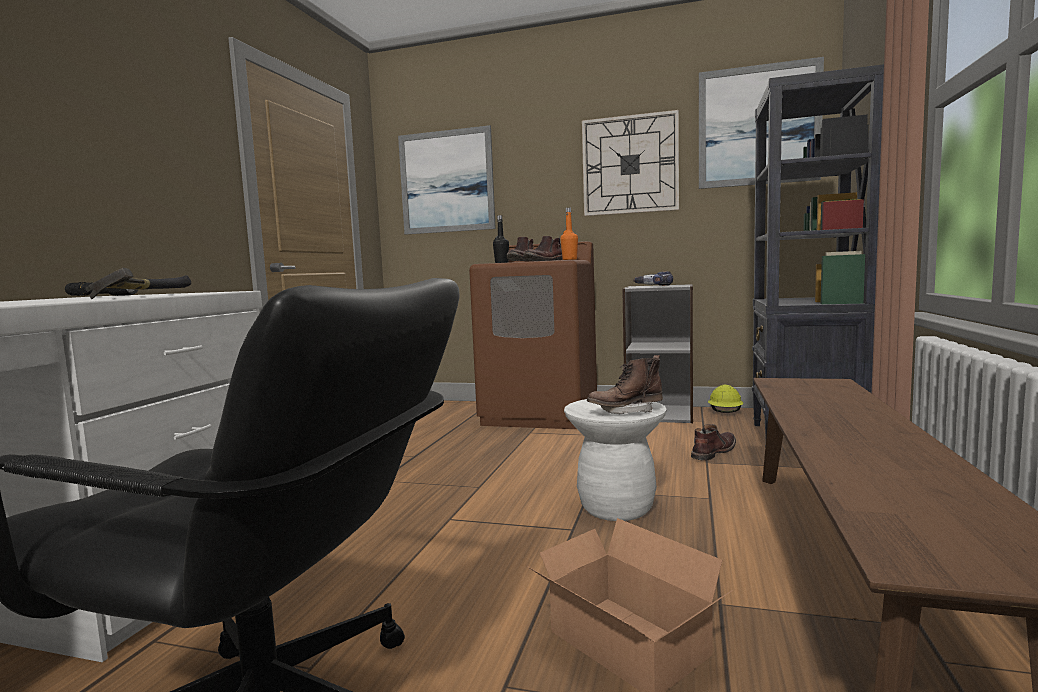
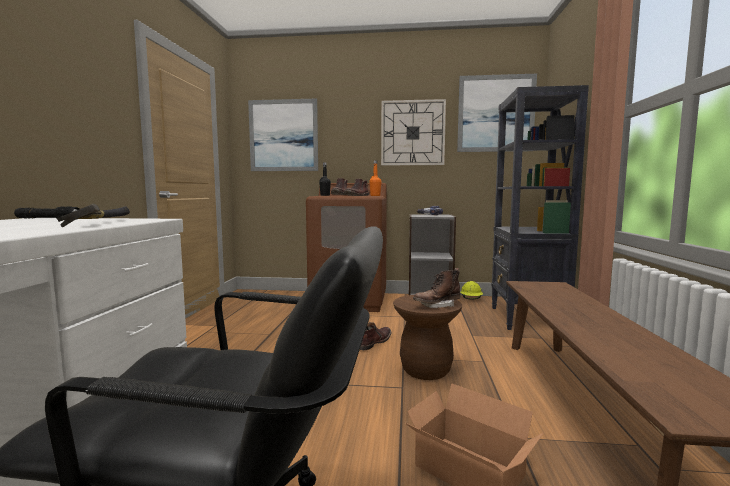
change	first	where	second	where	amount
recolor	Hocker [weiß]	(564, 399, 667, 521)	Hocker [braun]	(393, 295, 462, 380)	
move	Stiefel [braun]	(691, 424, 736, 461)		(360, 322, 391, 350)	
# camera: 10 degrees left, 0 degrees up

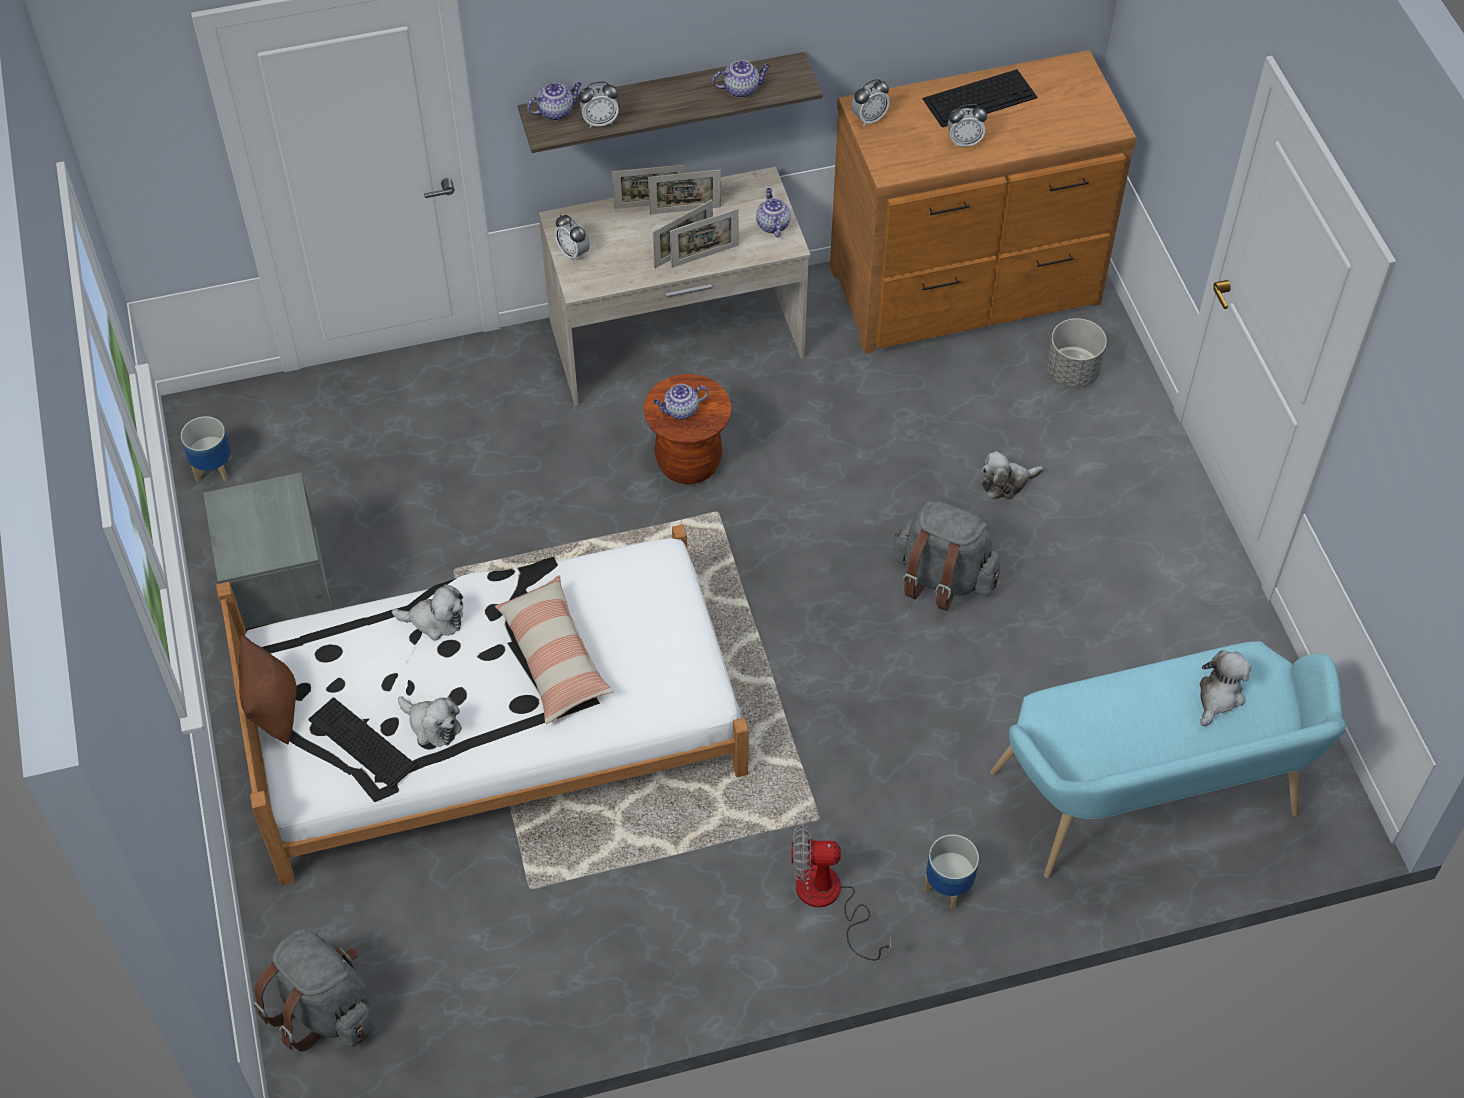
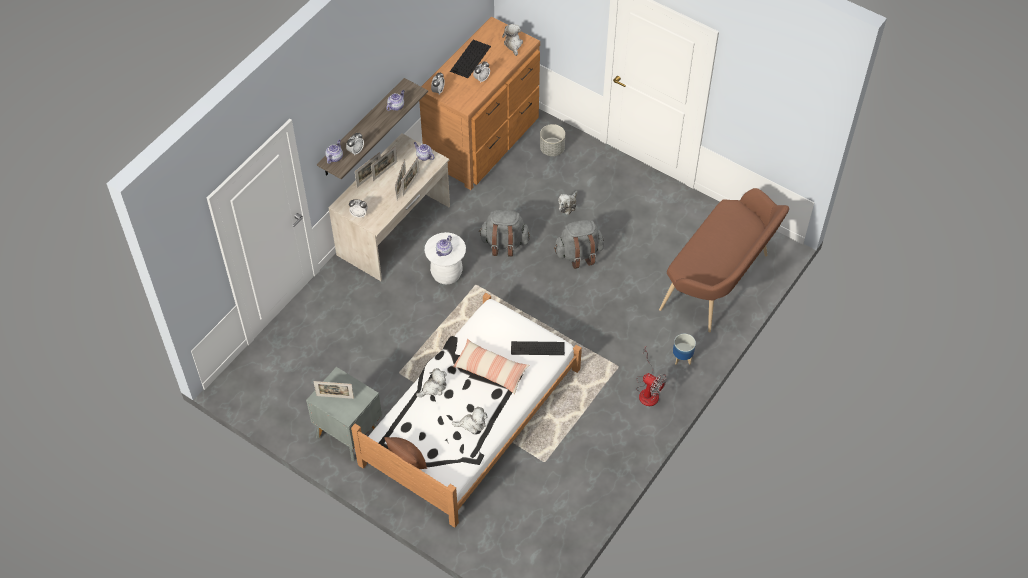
change	first	where	second	where	amount
recolor	Hocker [braun]	(644, 374, 732, 484)	Hocker [weiß]	(425, 232, 466, 284)	
delete	Pflanzkübel	(181, 416, 232, 482)			
recolor	Bank [türkis]	(990, 641, 1346, 878)	Bank [braun]	(659, 188, 789, 332)	
move	Plüschtier	(1200, 650, 1251, 726)		(502, 24, 523, 56)	
move	Tastatur	(309, 697, 417, 789)		(511, 341, 565, 355)	
rotate	Ventilator	(792, 824, 891, 961)		(636, 347, 667, 406)	105 degrees counterclockwise
move	Rucksack [grau]	(253, 929, 375, 1052)		(479, 210, 530, 257)	
insert			Bilderrahmen	(313, 381, 354, 399)	
# camera: 40 degrees left, 0 degrees up

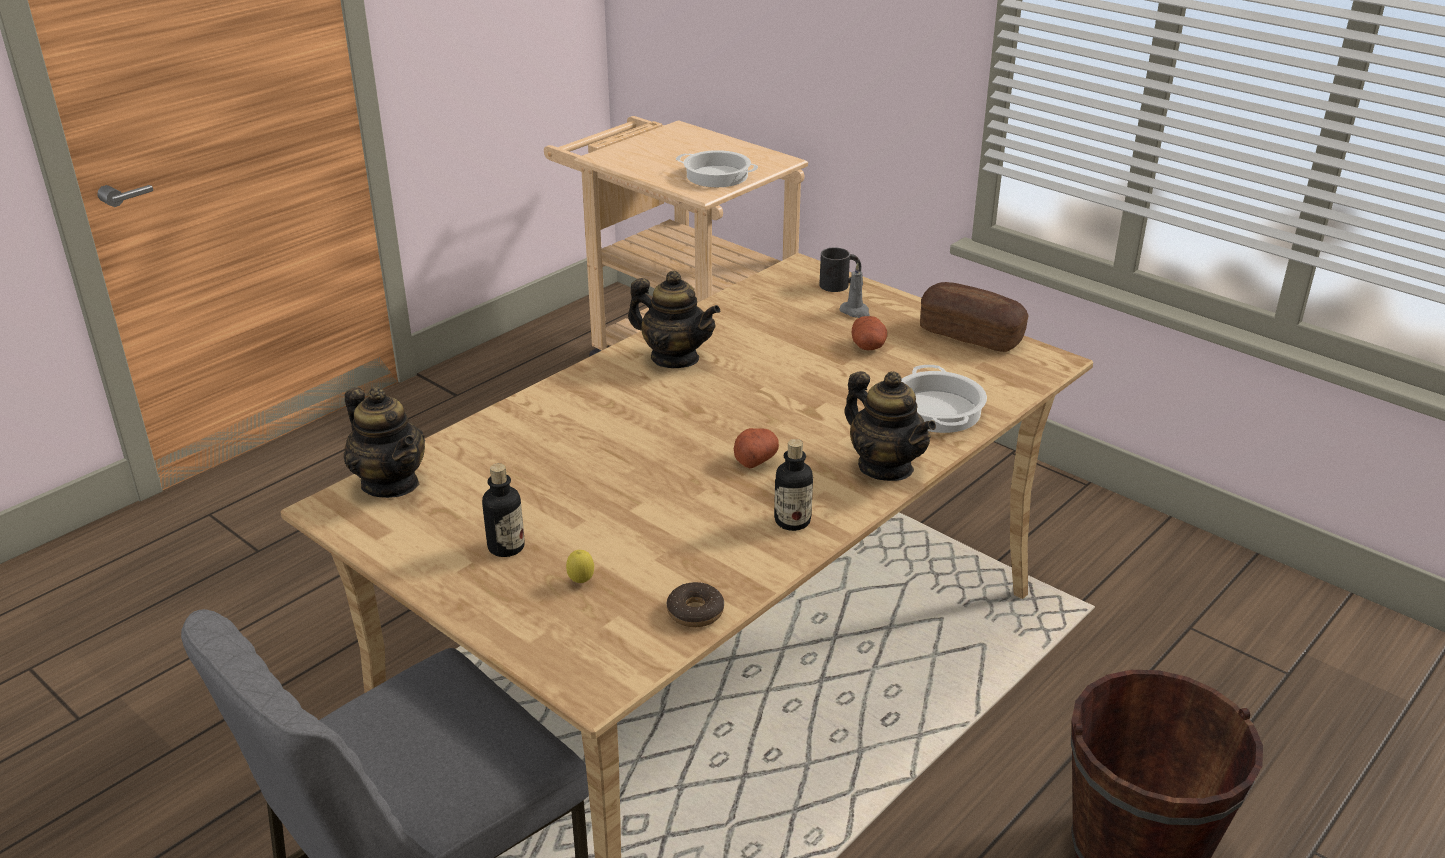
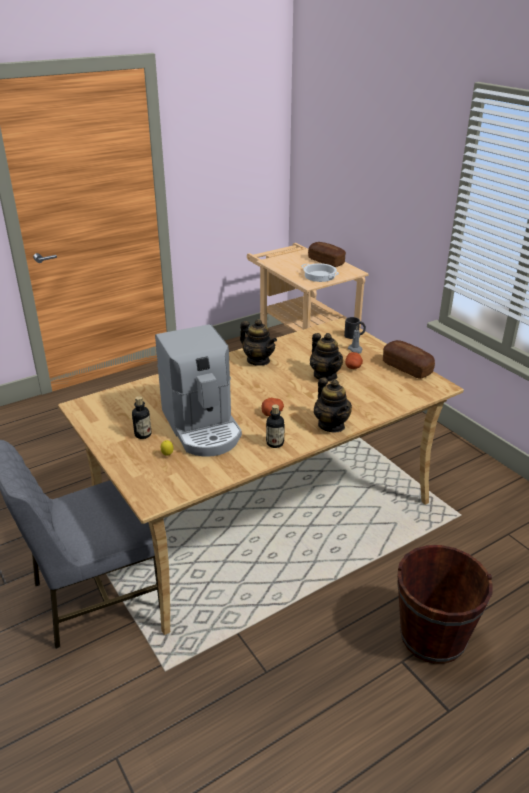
change	first	where	second	where	amount
delete	Kochtopf	(901, 365, 987, 433)			
move	Teekanne	(344, 387, 425, 498)		(310, 333, 343, 381)	
delete	Donut	(667, 582, 724, 627)			
insert			Brot	(308, 242, 346, 267)	
insert			Kaffeemaschine	(155, 324, 242, 457)	
# camera: 15 degrees right, 0 degrees up

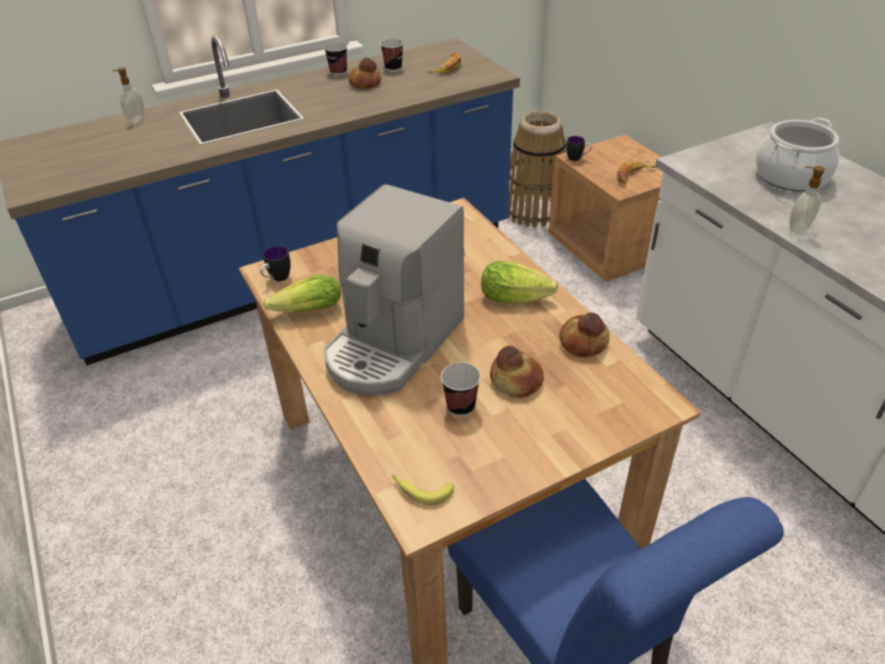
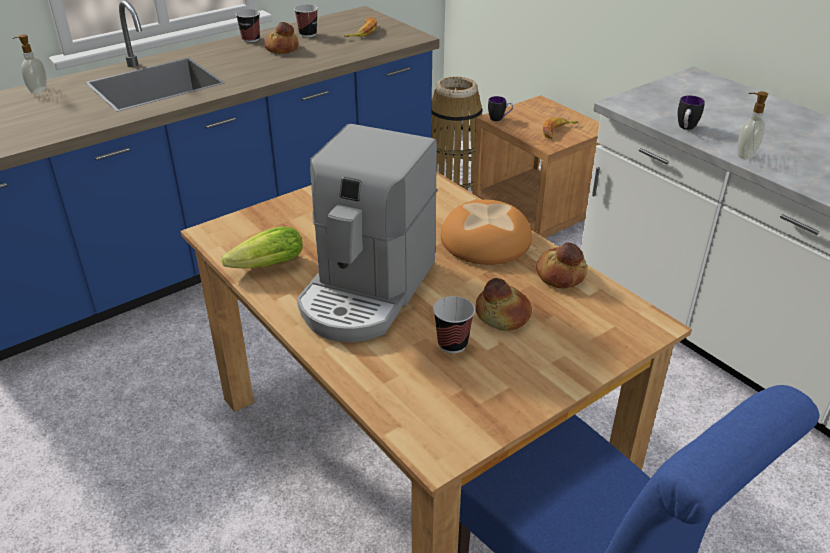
change	first	where	second	where	amount
delete	Kochtopf	(756, 117, 839, 192)			
move	Henkelbecher	(260, 246, 291, 281)		(678, 96, 705, 130)	
replace	Salatkopf	(481, 261, 558, 304)	Brot	(441, 200, 532, 265)	
delete	Banane	(391, 474, 454, 506)			
# camera: 10 degrees left, 5 degrees down

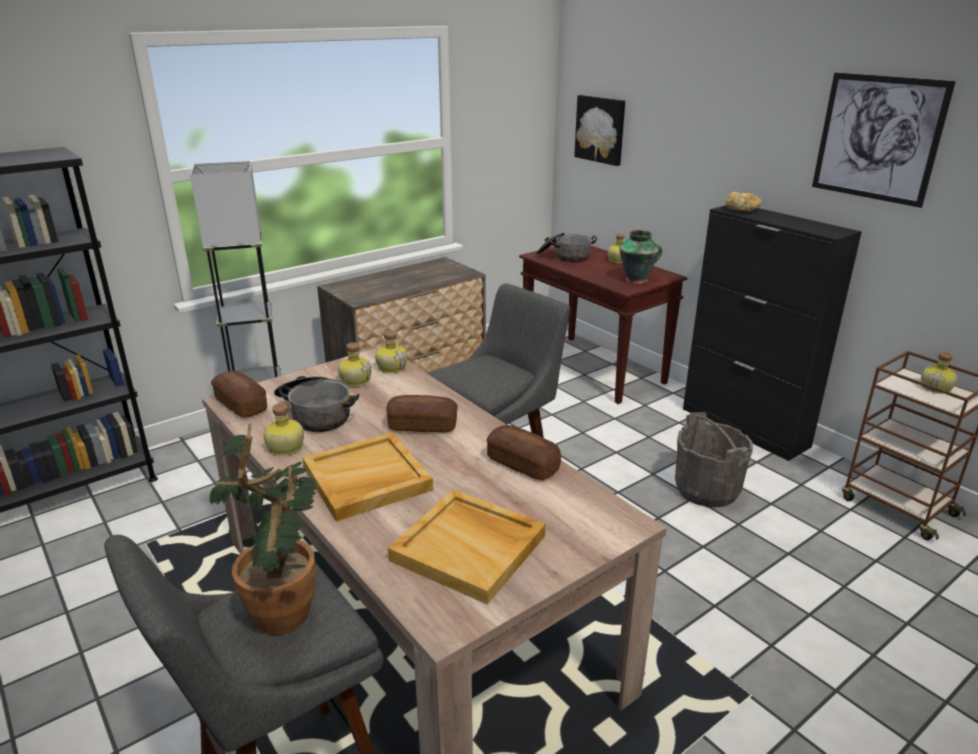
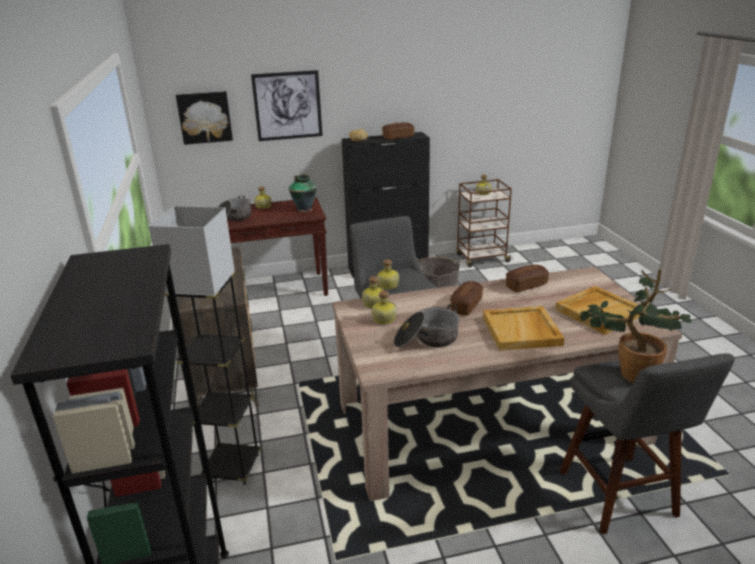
change	first	where	second	where	amount
move	Bild	(812, 73, 956, 208)		(251, 70, 323, 141)	
move	Brot	(211, 371, 267, 418)		(382, 123, 414, 139)	
move	Flasche	(264, 404, 304, 456)		(377, 259, 399, 289)	
# camera: 65 degrees left, 0 degrees up

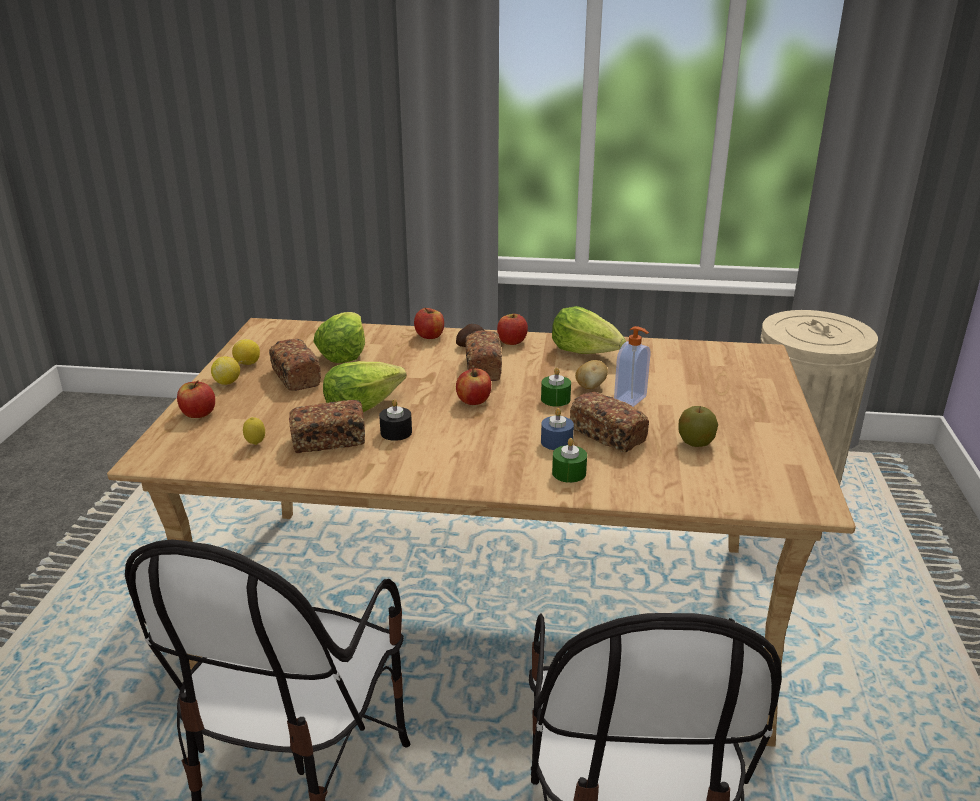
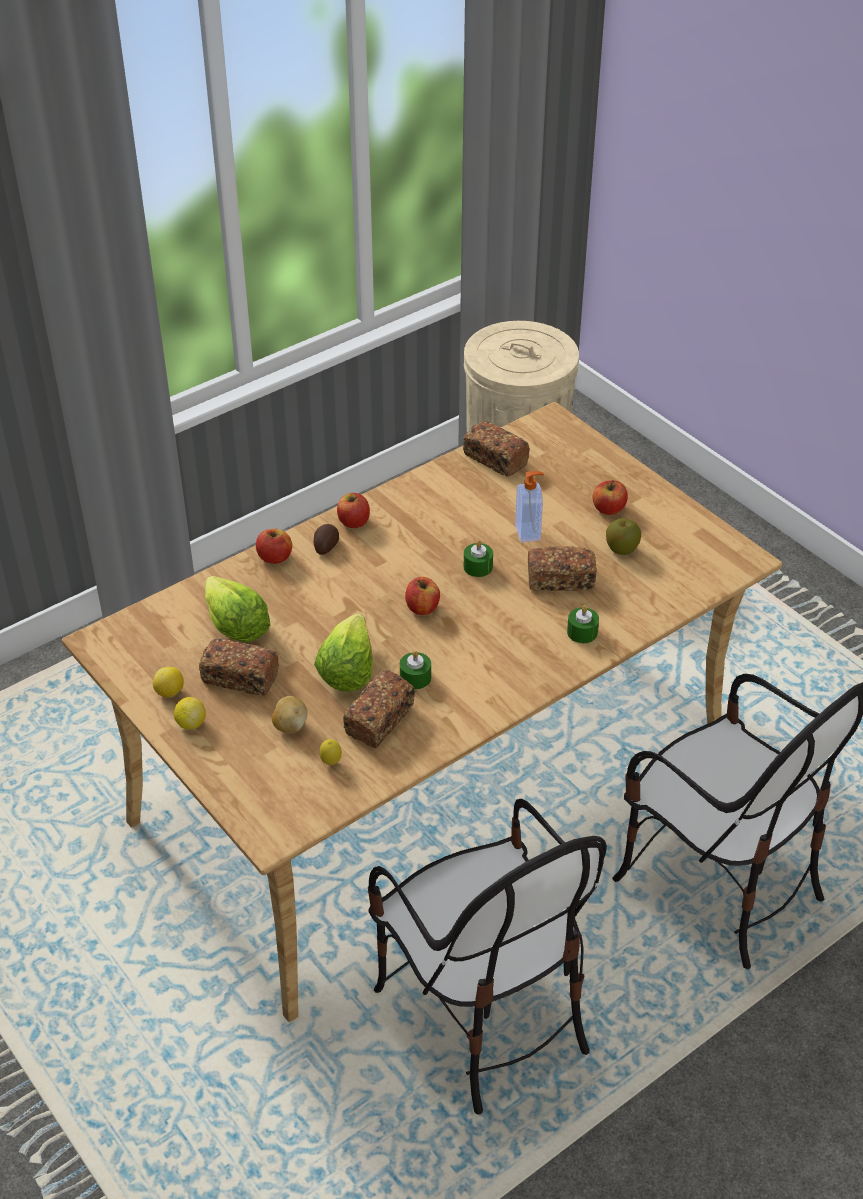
change	first	where	second	where	amount
delete	Salatkopf	(552, 306, 626, 354)			
move	Brot	(465, 331, 502, 381)		(463, 421, 530, 477)	
move	Kartoffel	(575, 360, 608, 389)		(272, 696, 307, 733)	
move	Apfel	(177, 380, 215, 418)		(593, 480, 628, 515)	
recolor	Kerze [schwarz]	(379, 399, 412, 441)	Kerze [grün]	(400, 651, 431, 689)	
delete	Kerze [blau]	(541, 408, 574, 450)			
# camera: 45 degrees left, 15 degrees up

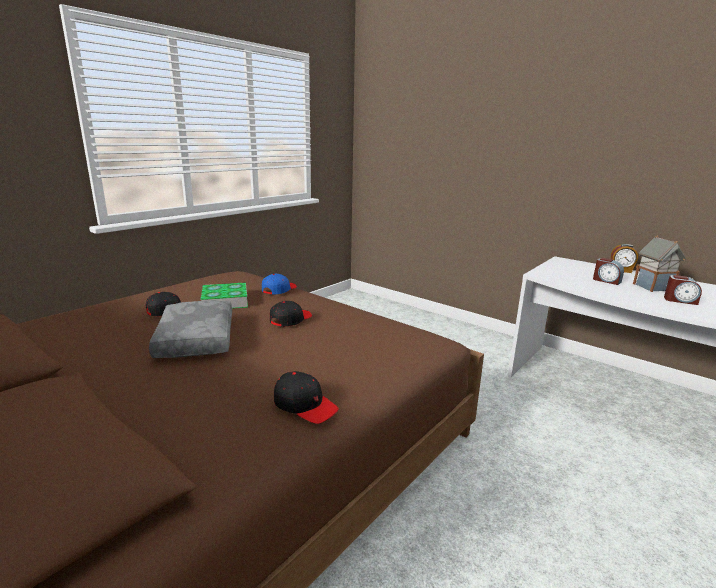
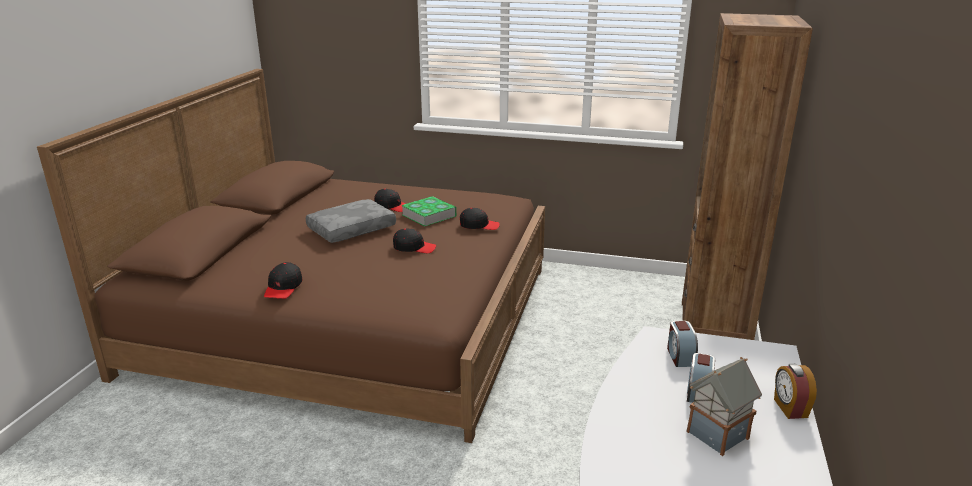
change	first	where	second	where	amount
recolor	Kappe [blau]	(262, 274, 297, 294)	Kappe [schwarz]	(460, 208, 500, 230)	
move	Wecker	(664, 275, 702, 305)		(667, 321, 698, 367)	
insert			Bücherregal [braun]	(682, 13, 813, 340)	
# camera: 65 degrees right, 5 degrees up

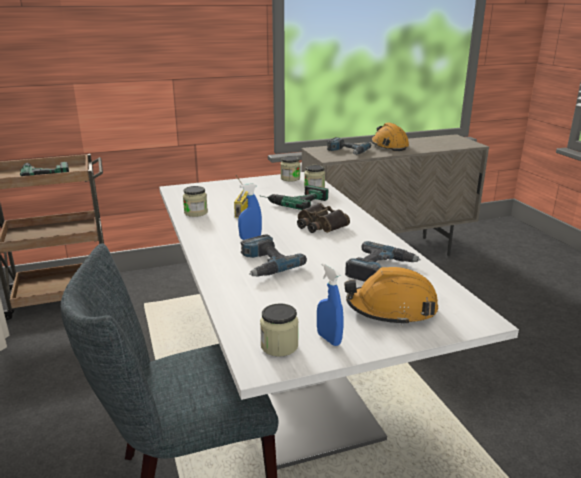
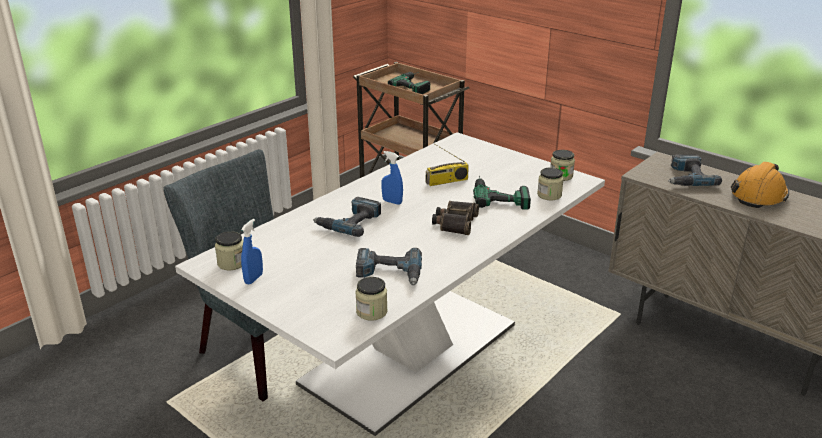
change	first	where	second	where	amount
move	Vorratsglas	(183, 186, 208, 217)		(356, 277, 387, 320)	
delete	Schutzhelm [orange]	(344, 267, 438, 326)			
# camera: 60 degrees right, 5 degrees up

